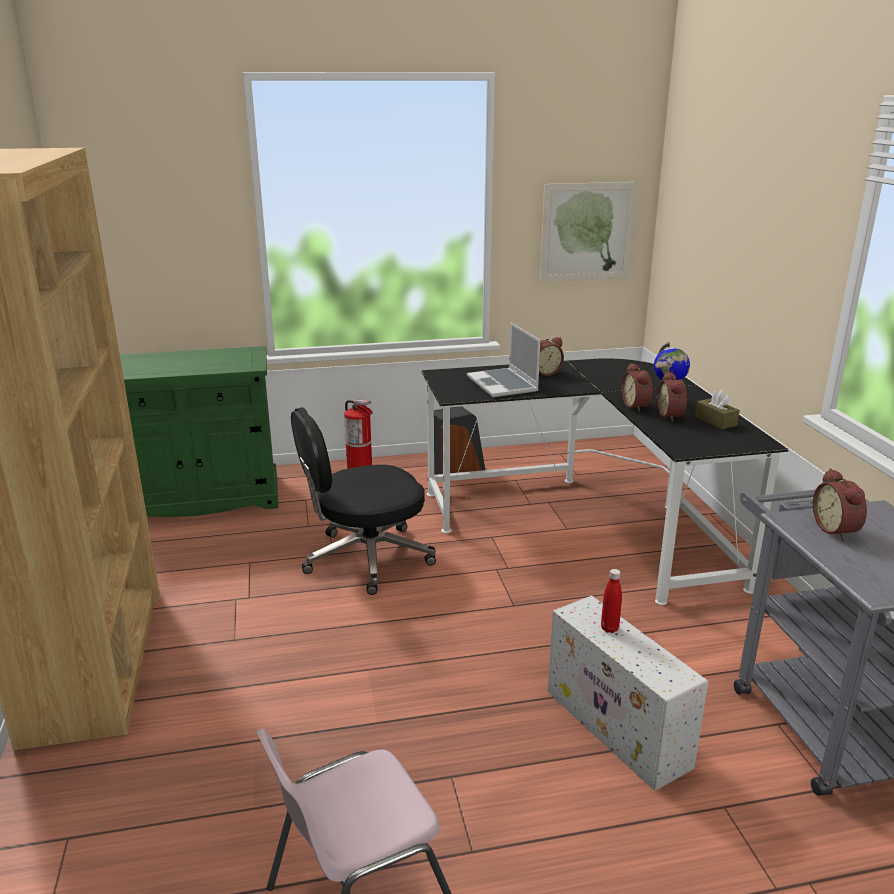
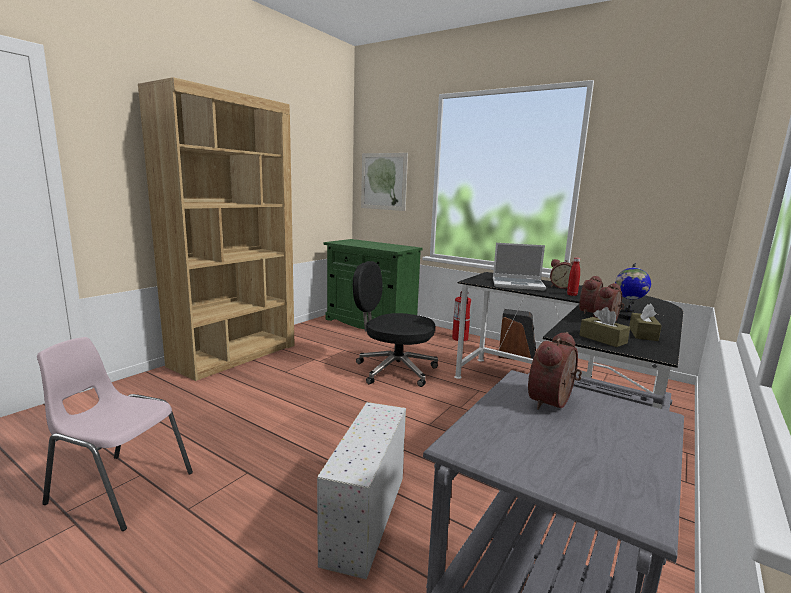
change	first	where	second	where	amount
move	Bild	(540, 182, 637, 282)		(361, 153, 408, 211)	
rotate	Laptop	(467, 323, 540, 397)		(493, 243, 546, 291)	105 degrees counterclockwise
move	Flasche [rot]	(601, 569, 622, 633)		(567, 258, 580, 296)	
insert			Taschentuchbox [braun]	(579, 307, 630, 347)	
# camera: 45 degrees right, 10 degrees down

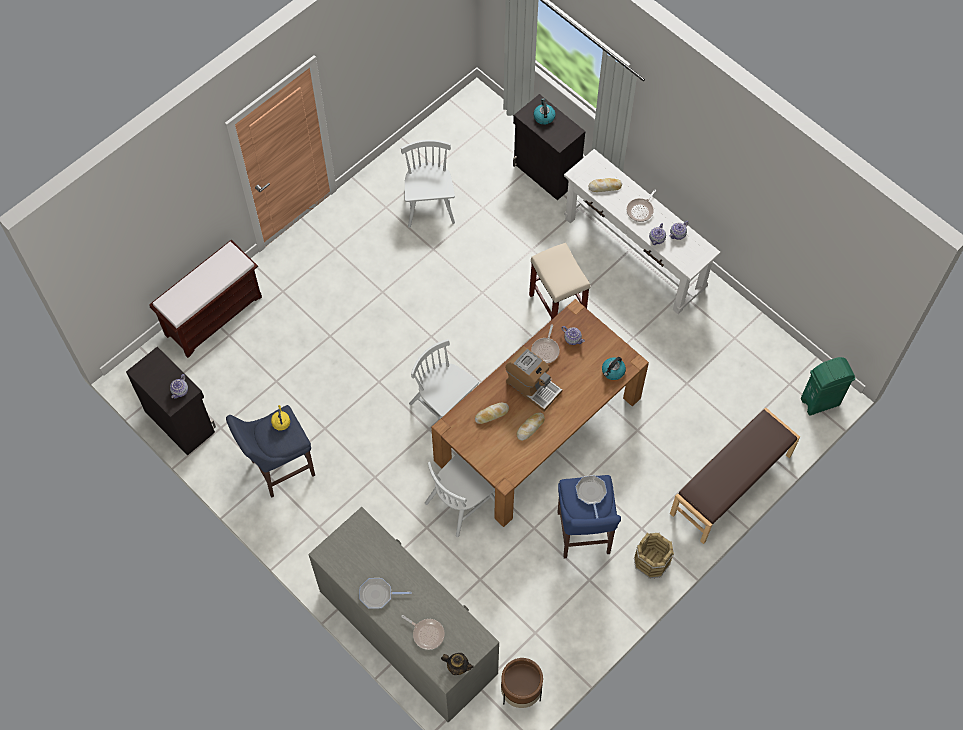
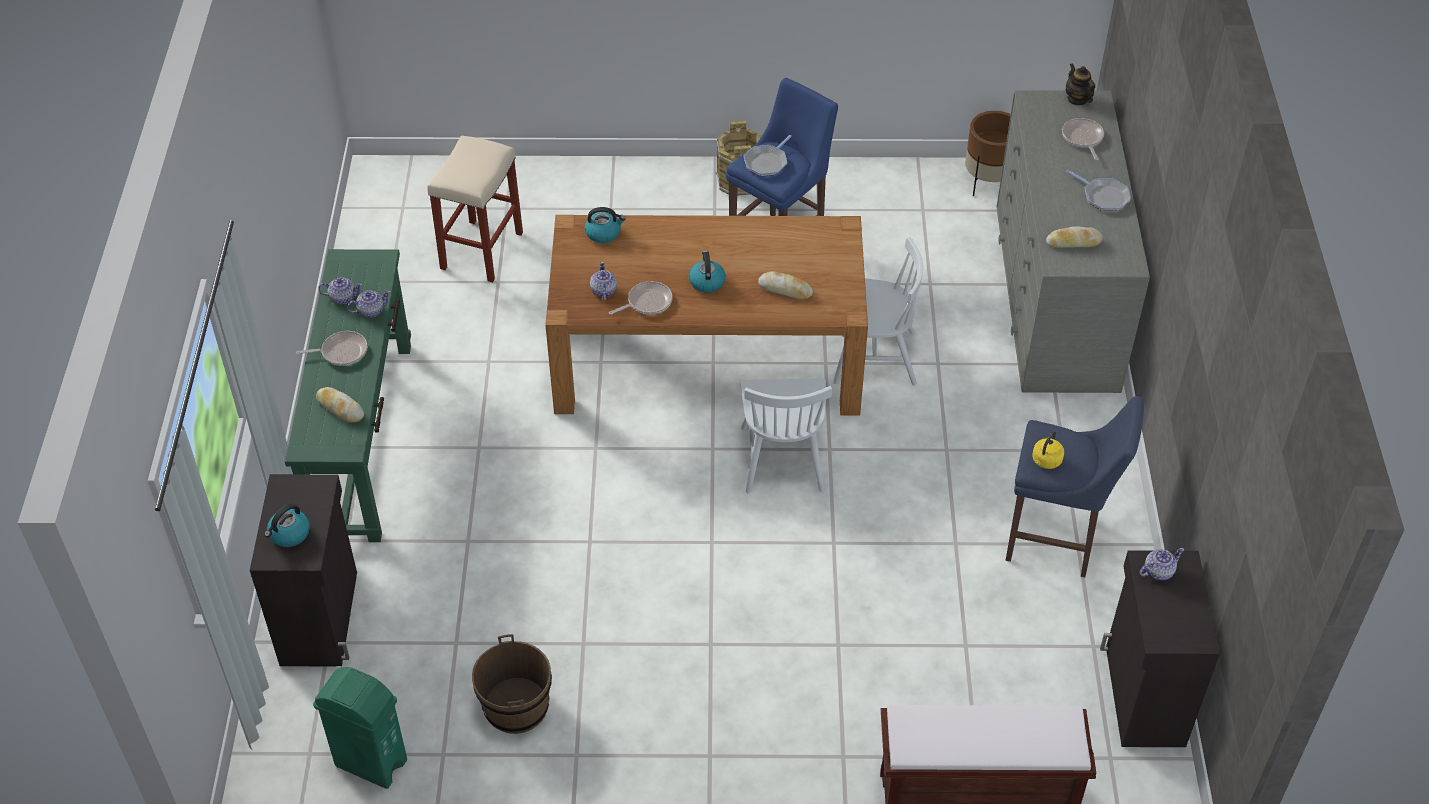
change	first	where	second	where	amount
replace	Stuhl [weiß]	(401, 140, 455, 228)	Eimer [braun]	(472, 634, 552, 734)	
recolor	Konsolentisch [weiß]	(564, 149, 721, 314)	Konsolentisch [grün]	(285, 249, 411, 542)	
move	Hocker [beige]	(529, 242, 590, 320)		(427, 135, 523, 282)	
replace	Kaffeemaschine	(505, 346, 562, 411)	Wasserkessel	(689, 251, 726, 293)	
move	Mülleimer [grün]	(801, 357, 855, 416)		(313, 667, 407, 789)	
delete	Bank [braun]	(670, 407, 800, 544)			
move	Brot	(517, 412, 545, 441)		(1046, 226, 1103, 248)	
# camera: 135 degrees left, 15 degrees down

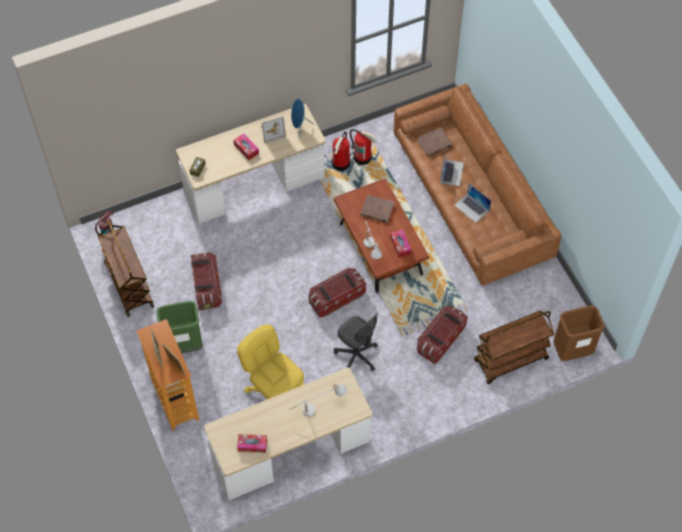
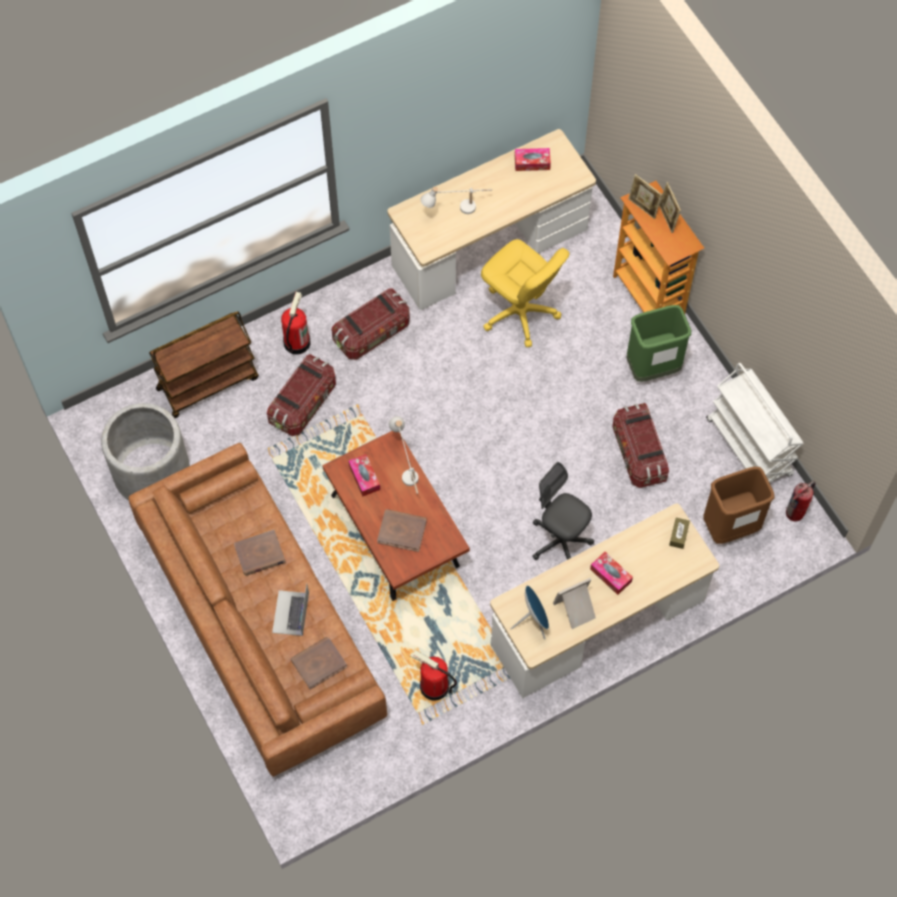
change	first	where	second	where	amount
move	Feuerlöscher	(332, 131, 350, 171)		(281, 292, 311, 355)	
replace	Laptop	(454, 183, 491, 223)	Buch [braun]	(234, 530, 285, 576)	
recolor	Rollwagen [braun]	(98, 220, 154, 317)	Rollwagen [weiß]	(706, 363, 804, 483)	
move	Aufbewahrungsbox	(309, 268, 366, 318)		(331, 288, 410, 360)	
move	Mülleimer [braun]	(554, 305, 604, 361)		(704, 467, 774, 544)	
move	Bürostuhl [grau]	(334, 314, 378, 371)		(532, 462, 594, 560)	
insert			Pflanzkübel [grau]	(101, 403, 190, 501)	
# camera: 175 degrees right, 5 degrees up

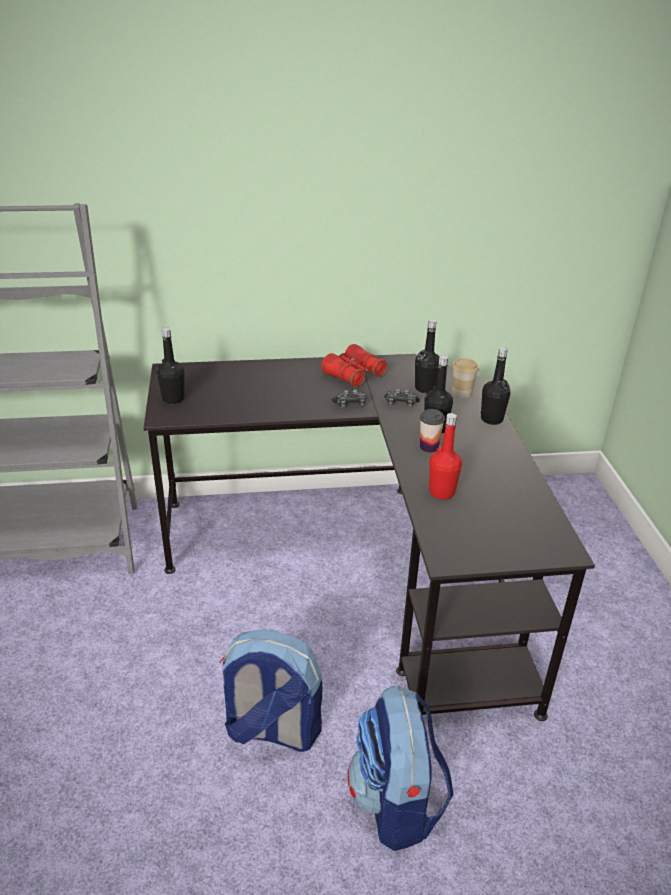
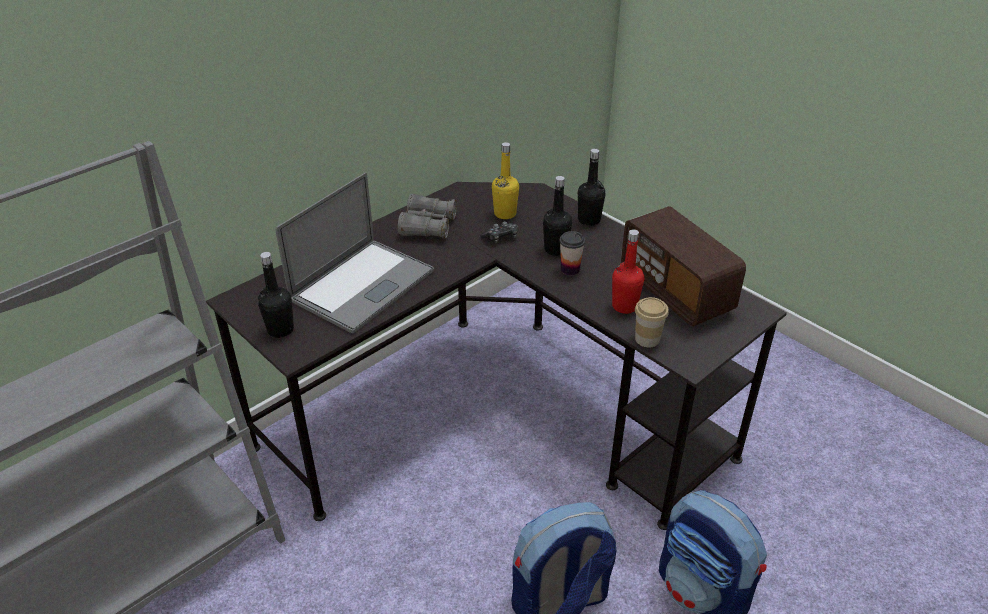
change	first	where	second	where	amount
recolor	Flasche [schwarz]	(415, 319, 439, 393)	Flasche [gelb]	(492, 142, 519, 219)	
recolor	Fernglas [rot]	(321, 344, 387, 387)	Fernglas [grau]	(398, 194, 457, 239)	
move	Tasse	(452, 358, 479, 399)		(635, 297, 669, 347)	
delete	Gamepad	(332, 389, 367, 408)			
insert			Laptop	(275, 173, 434, 333)	
insert			Radio	(621, 206, 746, 326)	
# camera: 35 degrees left, 5 degrees up

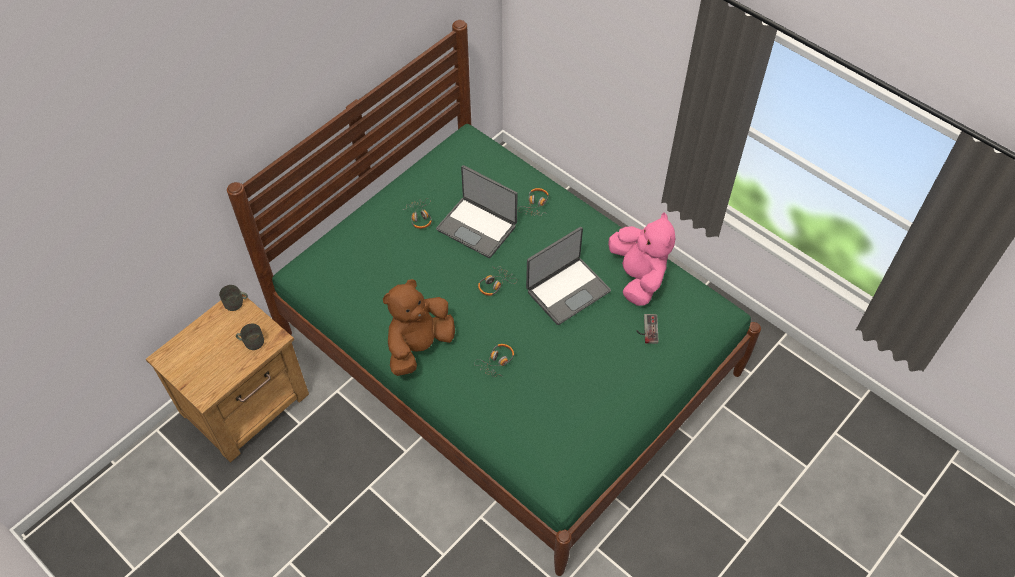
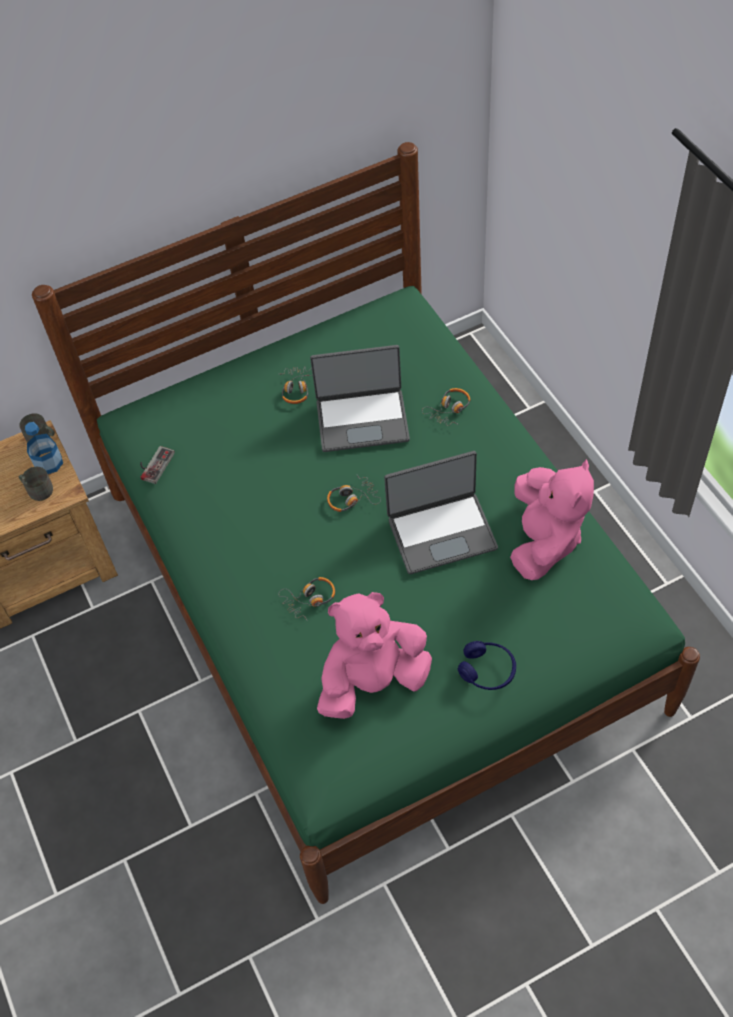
change	first	where	second	where	amount
rotate	Laptop	(436, 165, 518, 258)		(310, 345, 410, 452)	60 degrees counterclockwise
delete	Plüschtier [braun]	(383, 279, 455, 376)			
move	Gamepad	(636, 314, 659, 344)		(140, 446, 175, 484)	
insert			Flasche	(25, 422, 63, 474)	
insert			Plüschtier [rosa]	(317, 592, 432, 719)	
insert			Kopfhörer [blau]	(458, 641, 516, 690)	
# camera: 25 degrees right, 0 degrees up

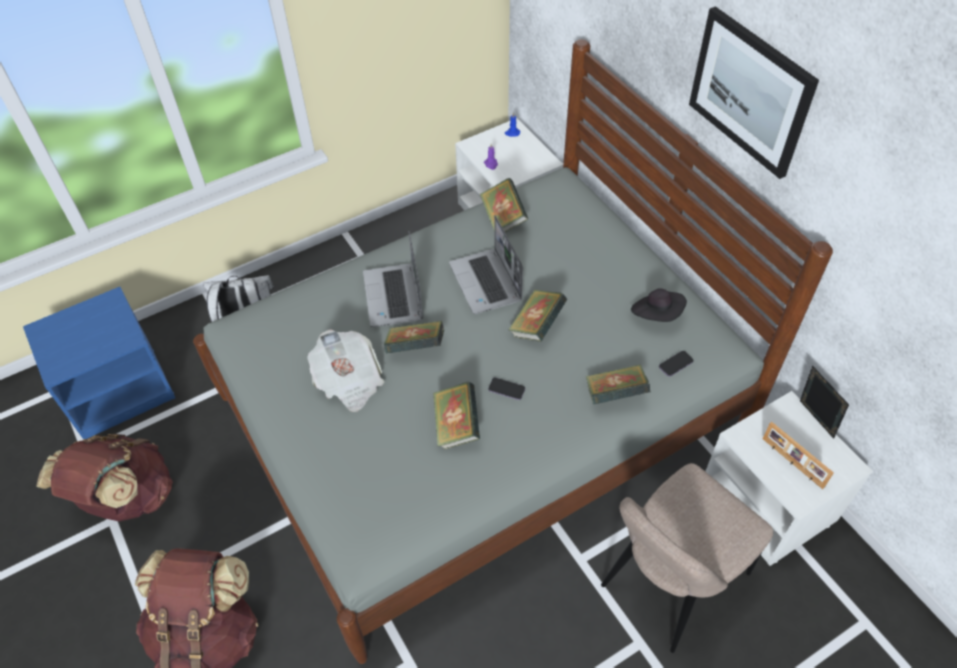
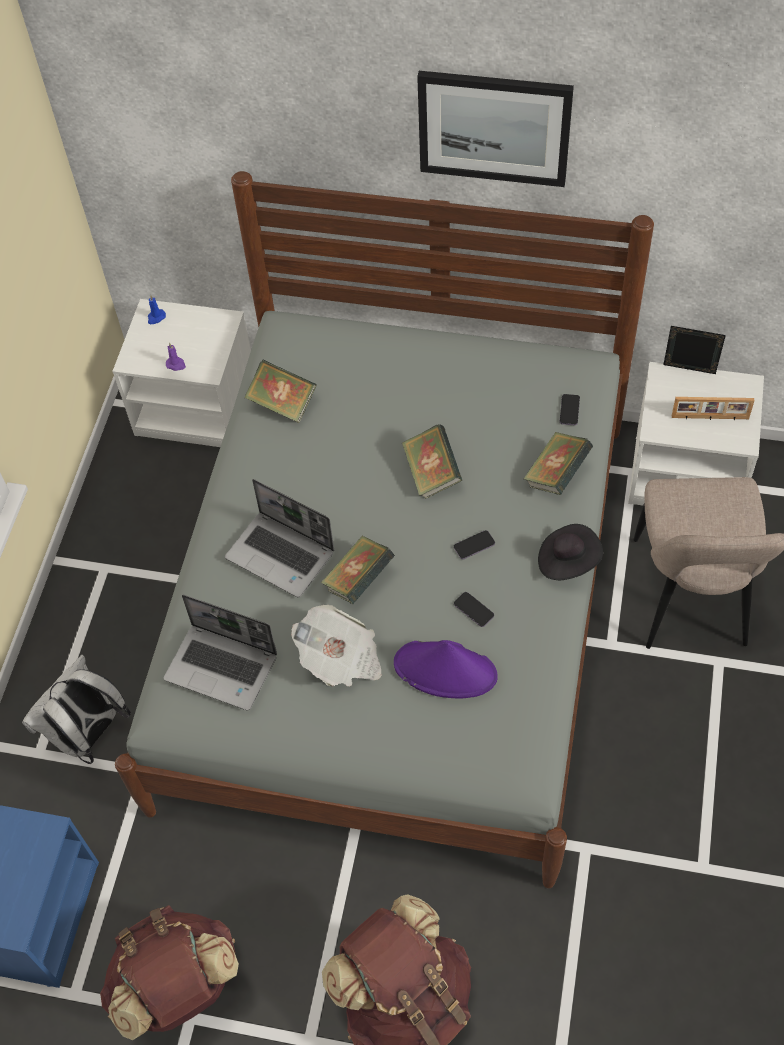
change	first	where	second	where	amount
move	Laptop	(449, 215, 523, 314)		(164, 595, 277, 711)	
move	Hut [schwarz]	(631, 289, 687, 322)		(538, 524, 603, 580)	
replace	Buch	(433, 382, 480, 450)	Handy	(454, 592, 494, 627)	
insert			Hut [lila]	(394, 640, 498, 699)	
# camera: 45 degrees left, 5 degrees up

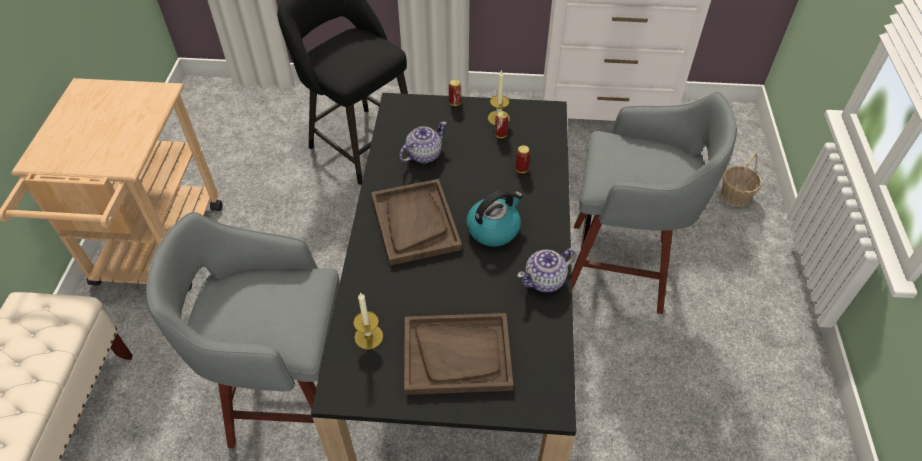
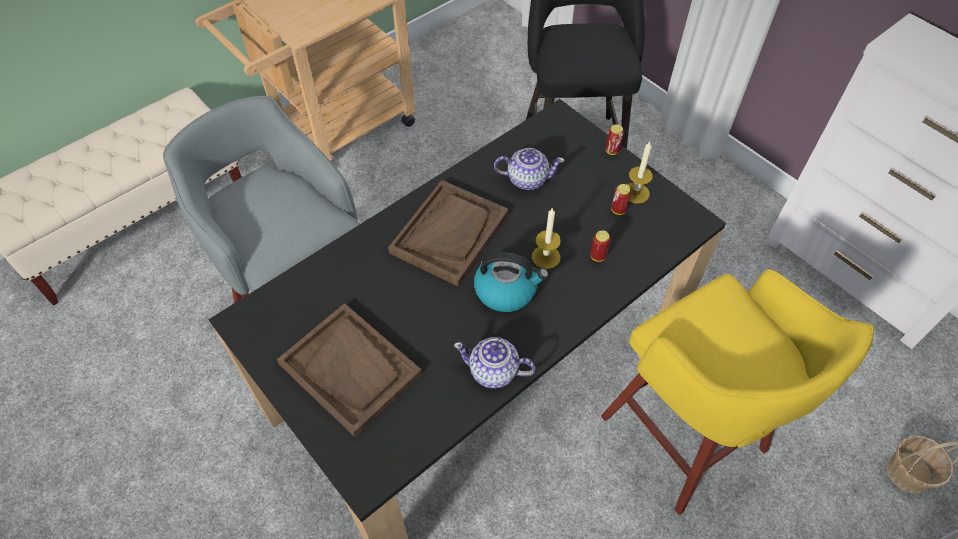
change	first	where	second	where	amount
recolor	Hocker [grau]	(572, 92, 737, 314)	Hocker [gelb]	(601, 269, 874, 515)	
move	Kerze	(353, 292, 383, 350)		(532, 207, 561, 269)	
# camera: 45 degrees right, 5 degrees up

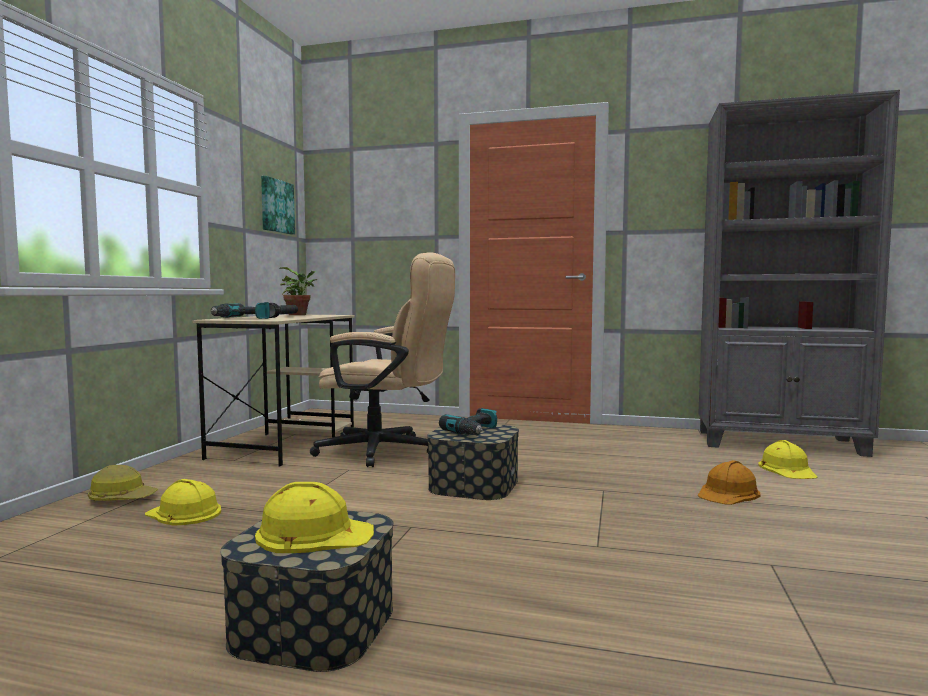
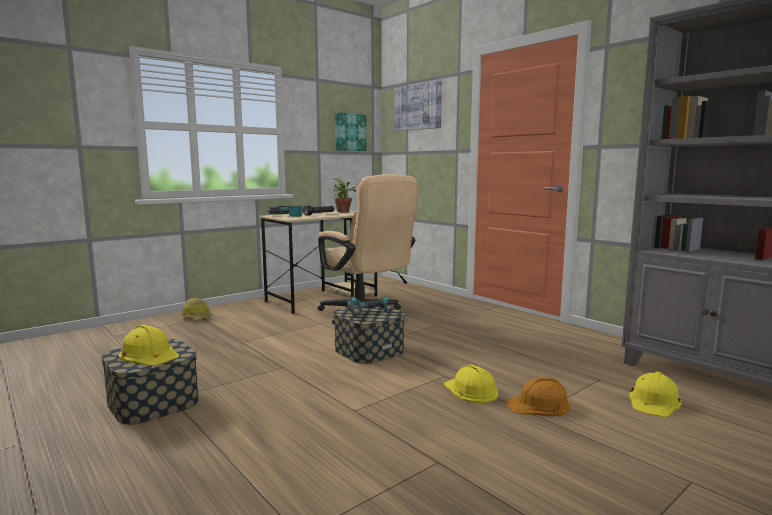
change	first	where	second	where	amount
move	Schutzhelm [gelb]	(145, 479, 221, 526)		(444, 364, 498, 403)	
insert			Bild	(394, 80, 442, 131)	
# camera: 35 degrees right, 5 degrees up

